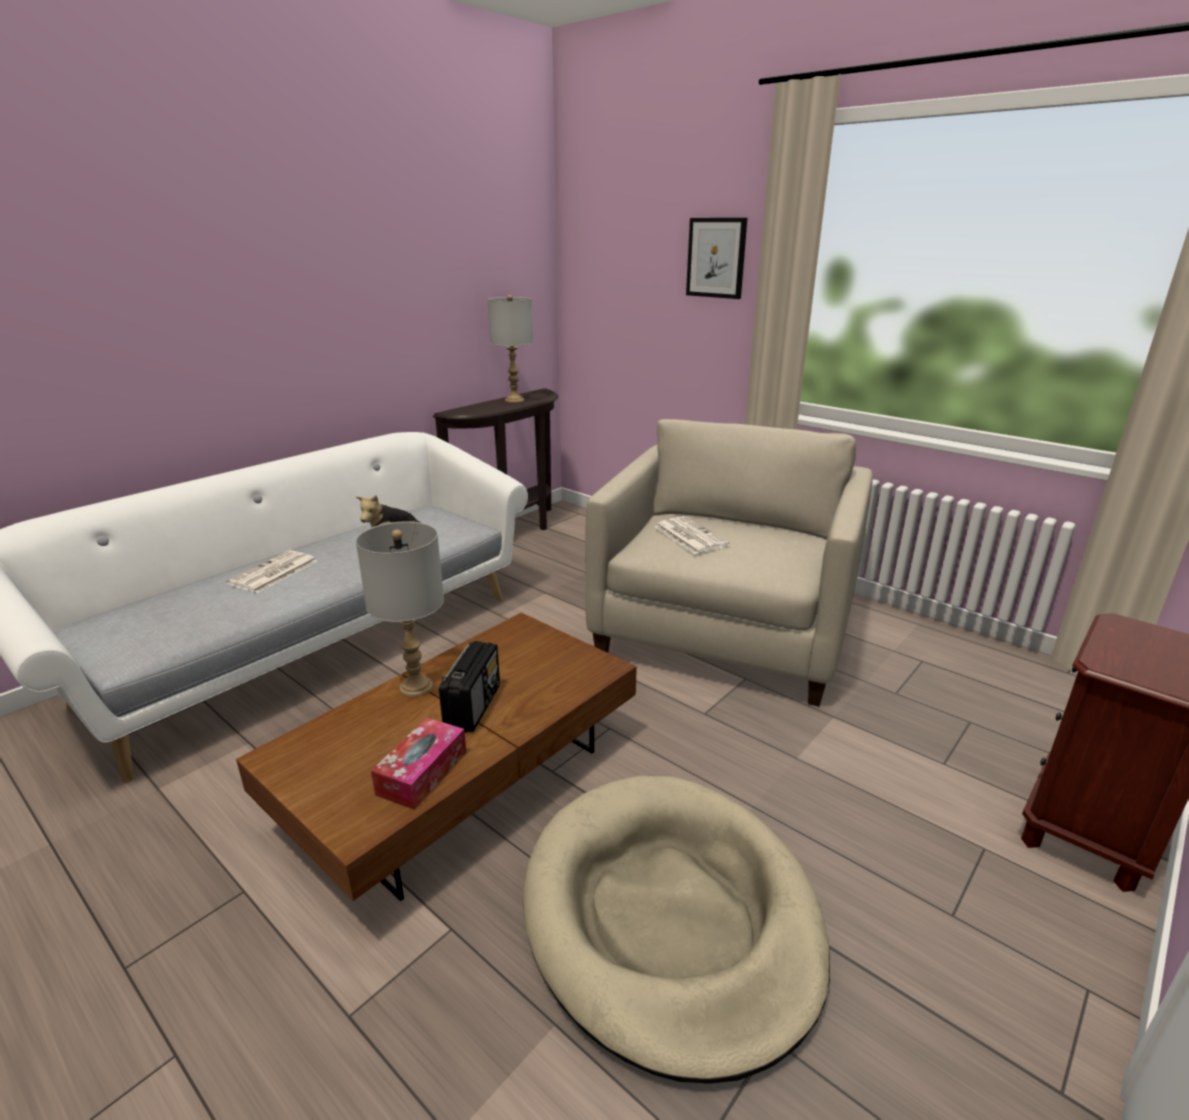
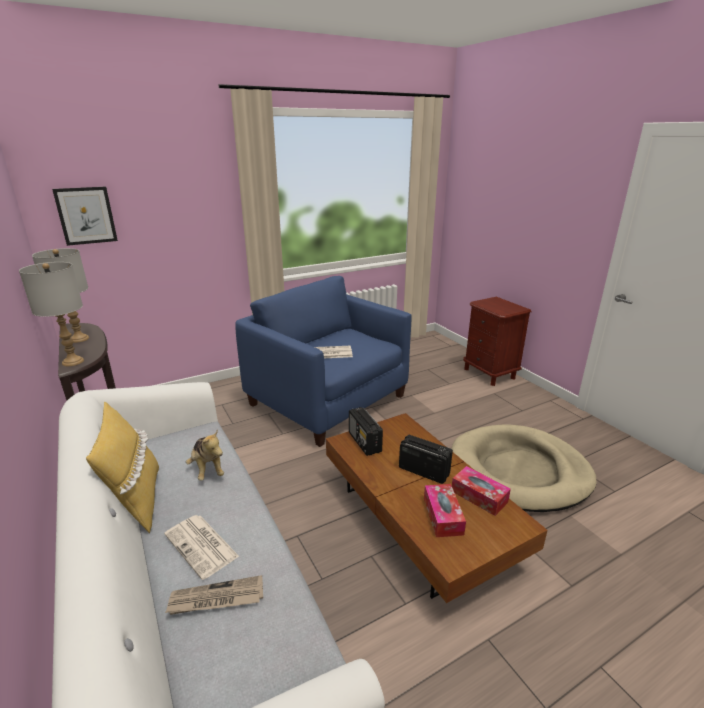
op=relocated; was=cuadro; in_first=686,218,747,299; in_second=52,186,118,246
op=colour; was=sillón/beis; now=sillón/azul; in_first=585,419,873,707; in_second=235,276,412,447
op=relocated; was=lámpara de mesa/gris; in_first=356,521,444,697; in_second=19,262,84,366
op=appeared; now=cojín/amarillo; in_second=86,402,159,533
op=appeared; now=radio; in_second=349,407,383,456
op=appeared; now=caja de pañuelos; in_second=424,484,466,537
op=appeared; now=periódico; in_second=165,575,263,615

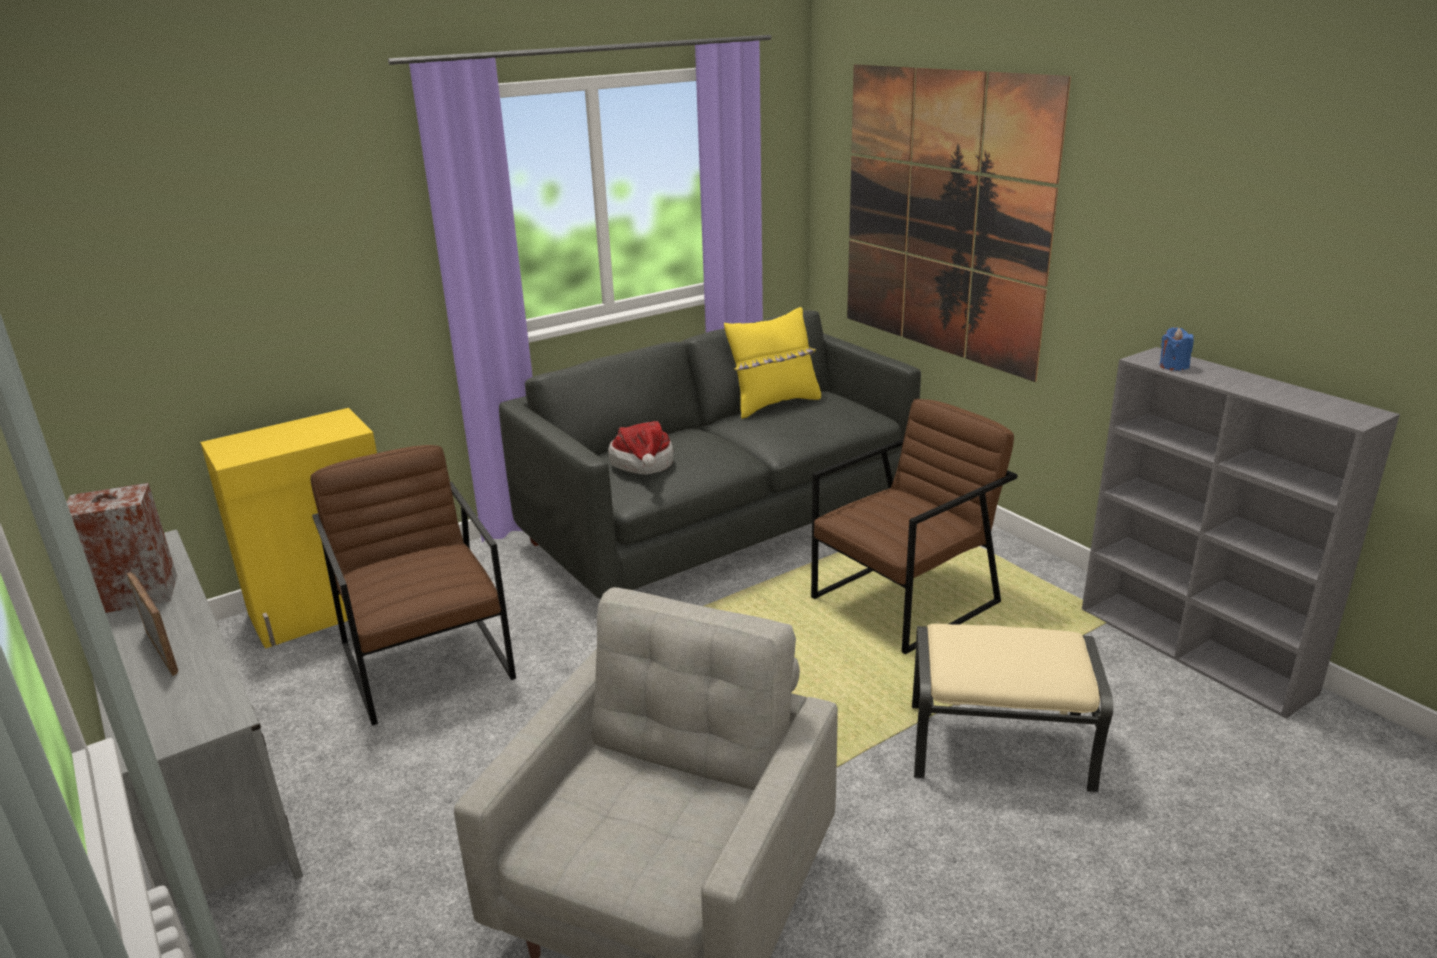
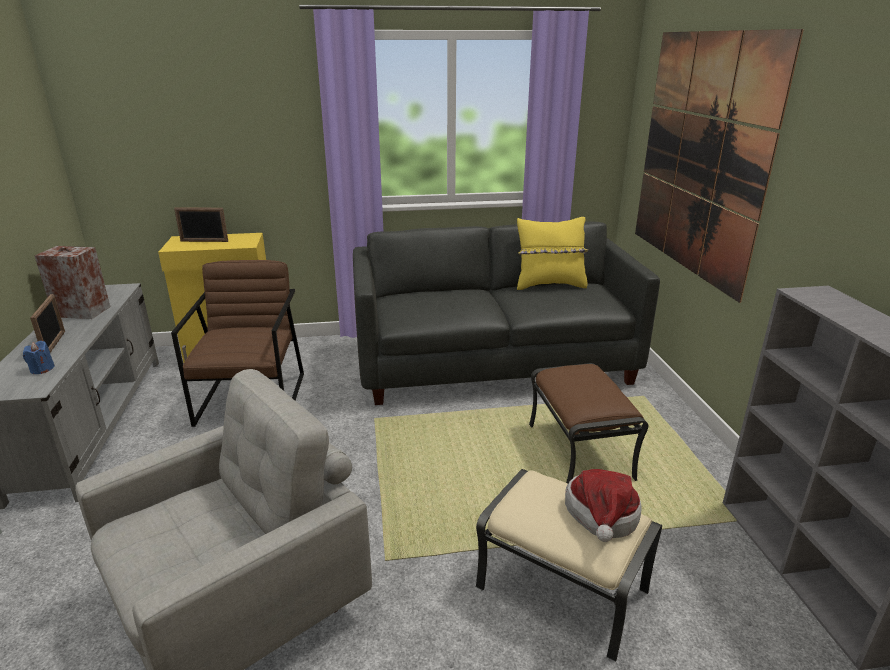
op=relocated; was=vela/azul; in_first=1159,327,1194,371; in_second=23,341,55,374
op=exchanged; was=sillón/marrón; now=puf/marrón; in_first=811,399,1018,654; in_second=529,363,648,483
op=relocated; was=sombrero; in_first=608,421,673,475; in_second=565,469,641,542
op=appeared; now=portarretratos; in_second=174,207,228,242

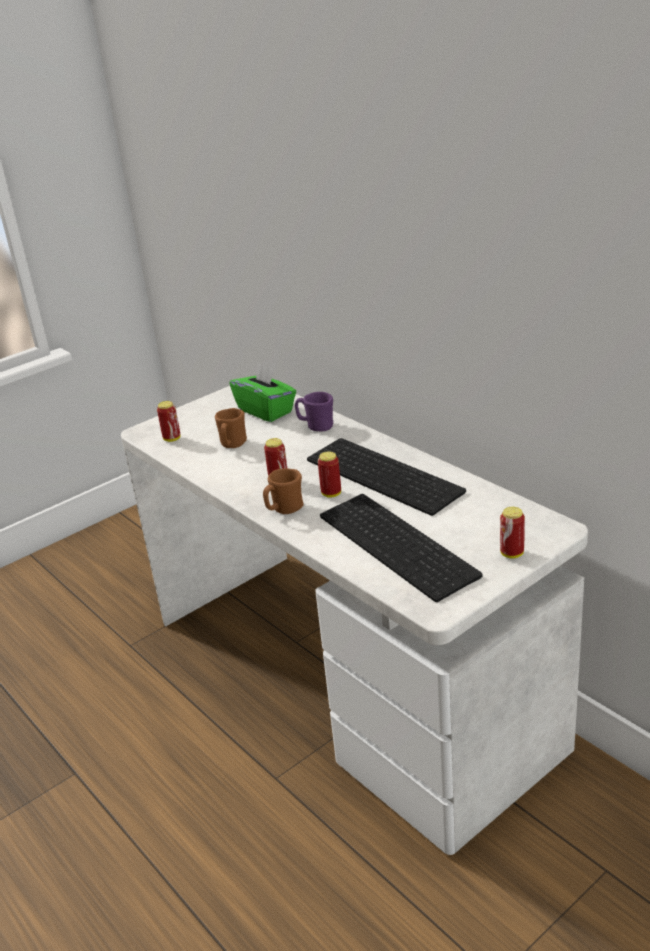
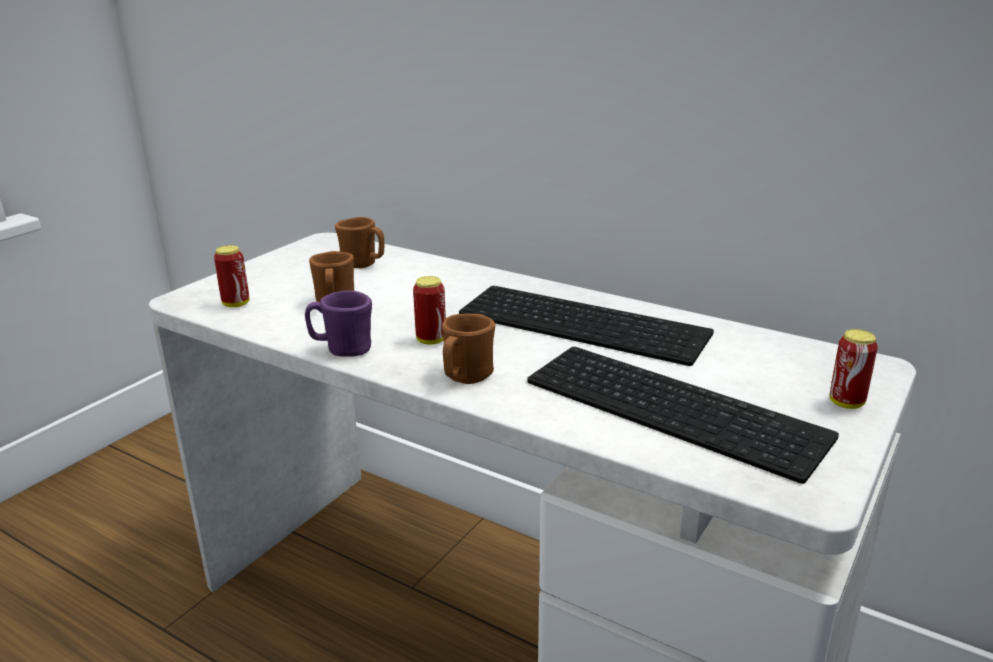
op=exchanged; was=caja de pañuelos/verde; now=taza grande/marrón; in_first=230,363,296,422; in_second=335,217,384,269
op=relocated; was=taza grande/morado; in_first=295,392,333,431; in_second=305,290,372,357
op=missing; was=lata; in_first=318,451,341,498

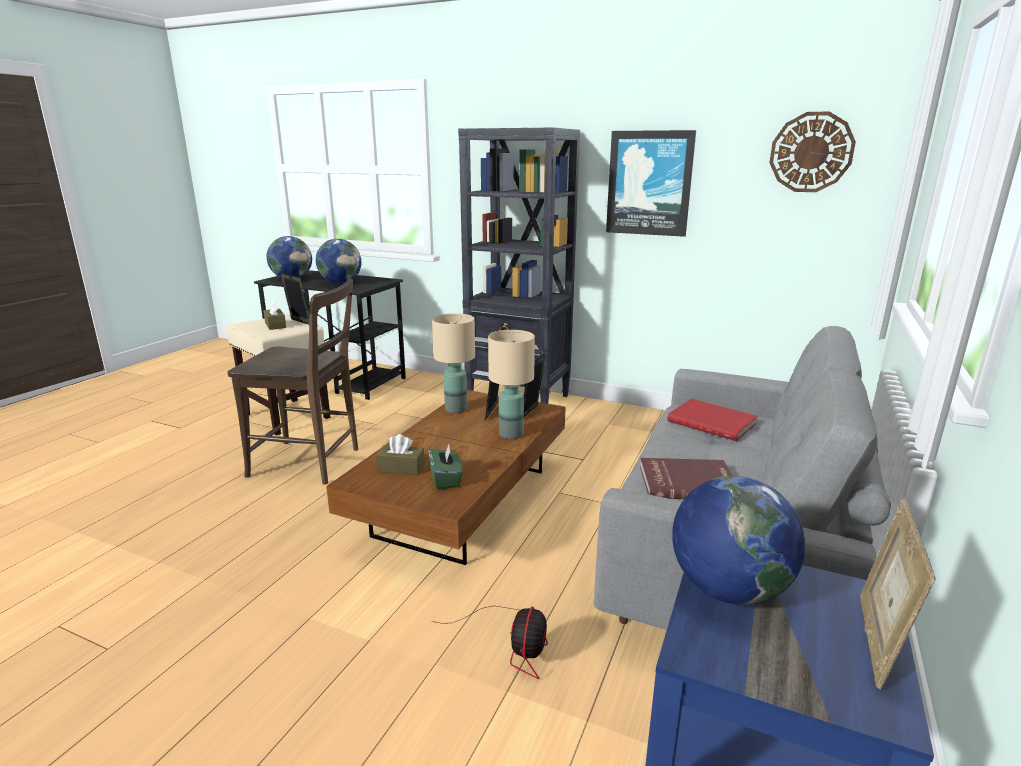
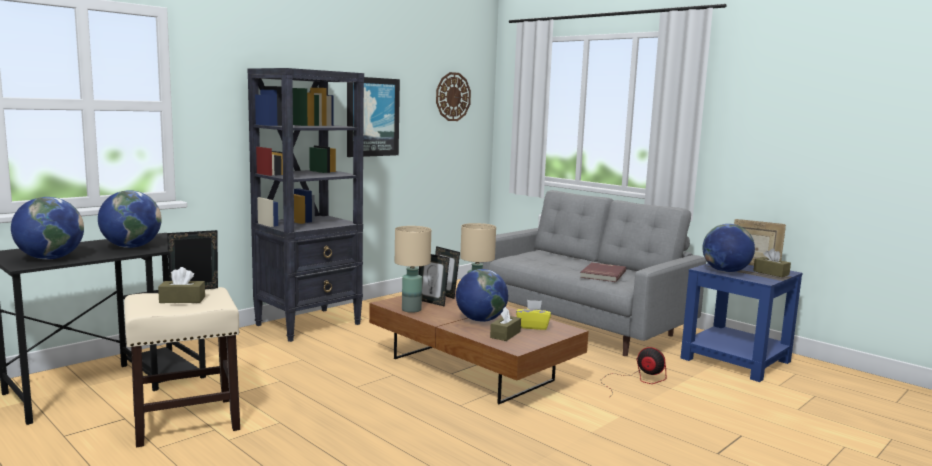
op=missing; was=silla/marrón; in_first=228,279,358,485
op=missing; was=libro/rojo; in_first=667,399,758,441
op=colour; was=caja de pañuelos/verde; now=caja de pañuelos/amarillo; in_first=429,444,463,489; in_second=516,300,551,330
op=appeared; now=caja de pañuelos/marrón; in_second=753,248,791,277
op=appeared; now=globo terráqueo; in_second=456,269,508,322

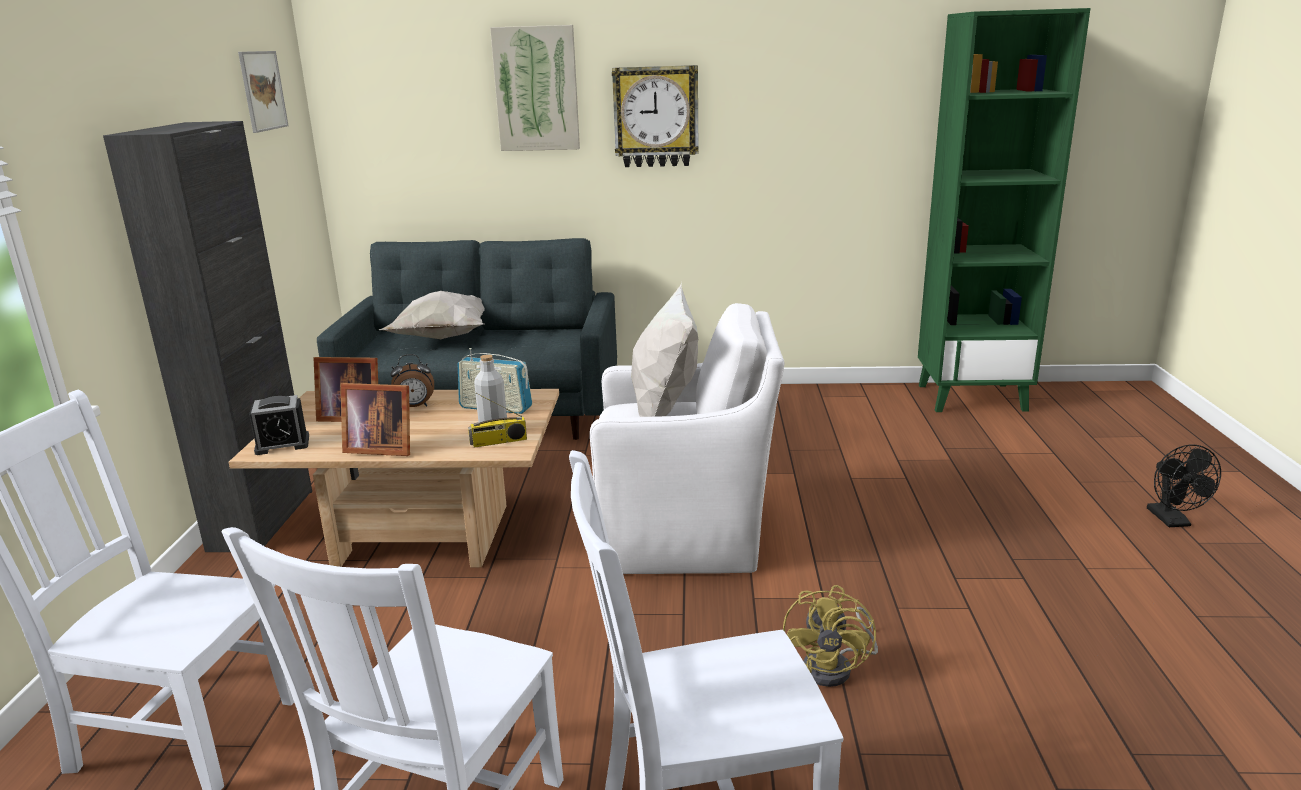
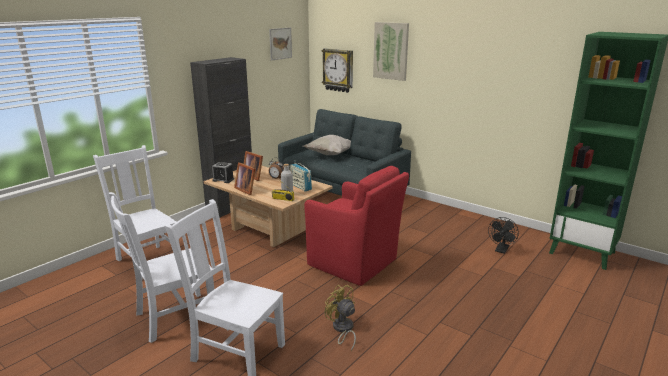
op=relocated; was=reloj de pared; in_first=612,65,699,167; in_second=322,48,353,93
op=missing; was=cojín/blanco; in_first=631,282,699,417
op=colour; was=sillón/blanco; now=sillón/rojo; in_first=590,303,784,574; in_second=304,166,409,286
op=relocated; was=ventilador/negro; in_first=1147,444,1221,527; in_second=488,217,519,254
op=spun; was=ventilador/amarillo; in_first=783,585,878,687; in_second=325,285,356,351; clockwise=90

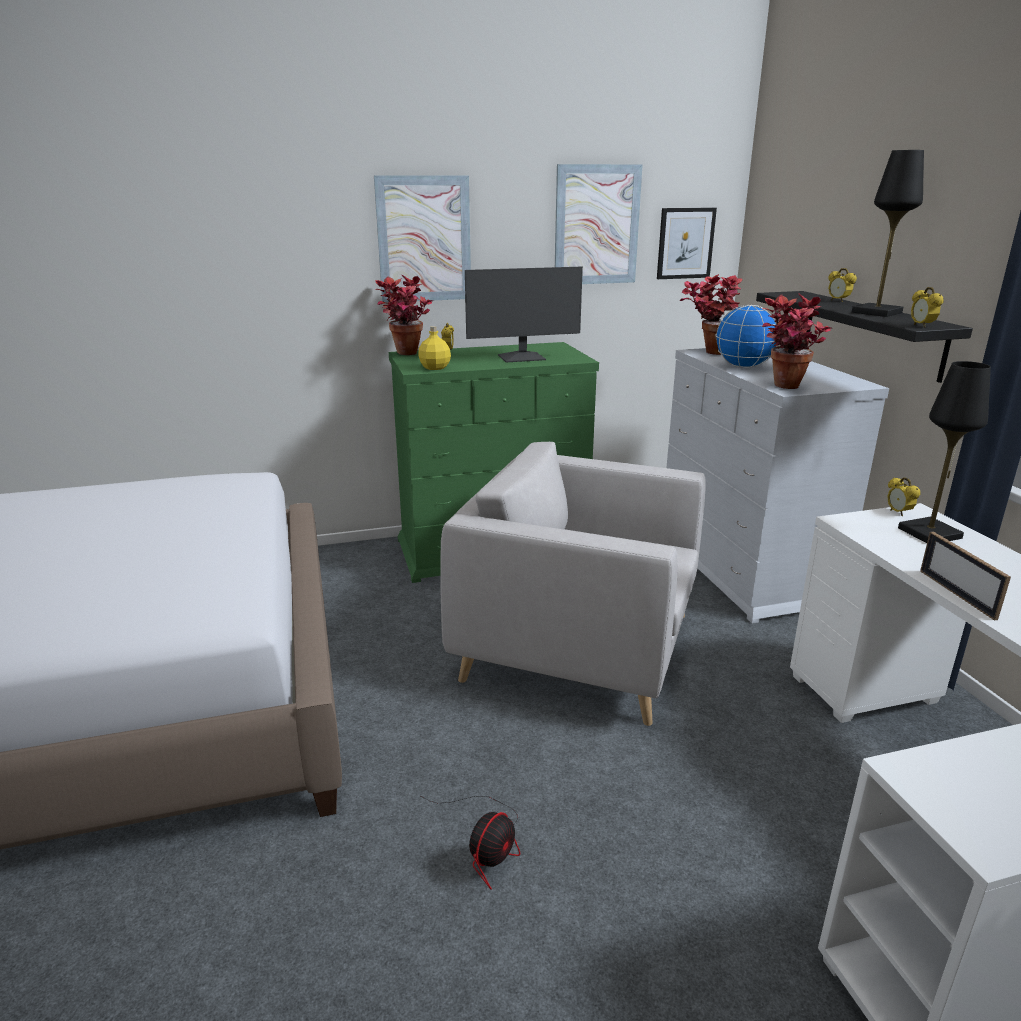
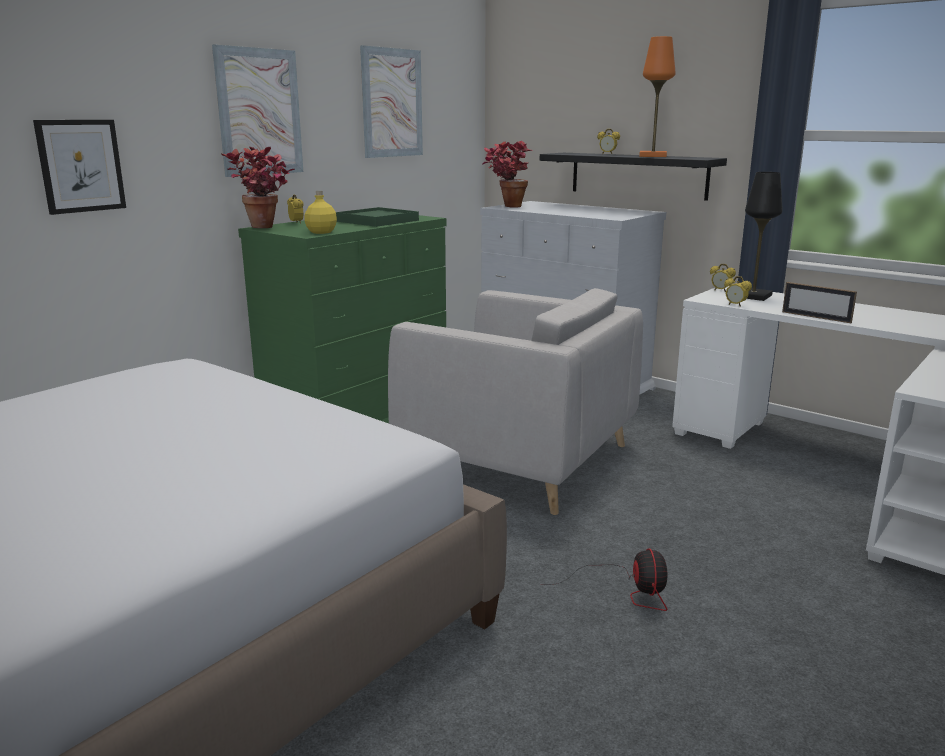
op=colour; was=lámpara de mesa/negro; now=lámpara de mesa/naranja; in_first=852,150,924,317; in_second=639,36,676,157
op=relocated; was=cuadro; in_first=657,208,717,279; in_second=33,120,126,215
op=exchanged; was=monitor; now=bandeja/verde; in_first=465,267,583,362; in_second=336,207,419,227
op=relocated; was=despertador; in_first=911,287,944,328; in_second=724,276,752,307
op=missing; was=planta en maceta; in_first=762,294,832,389
op=missing; was=globo terráqueo; in_first=715,305,777,368
op=spun; was=sillón/gris; in_first=440,442,705,726; in_second=388,288,643,515; clockwise=-135

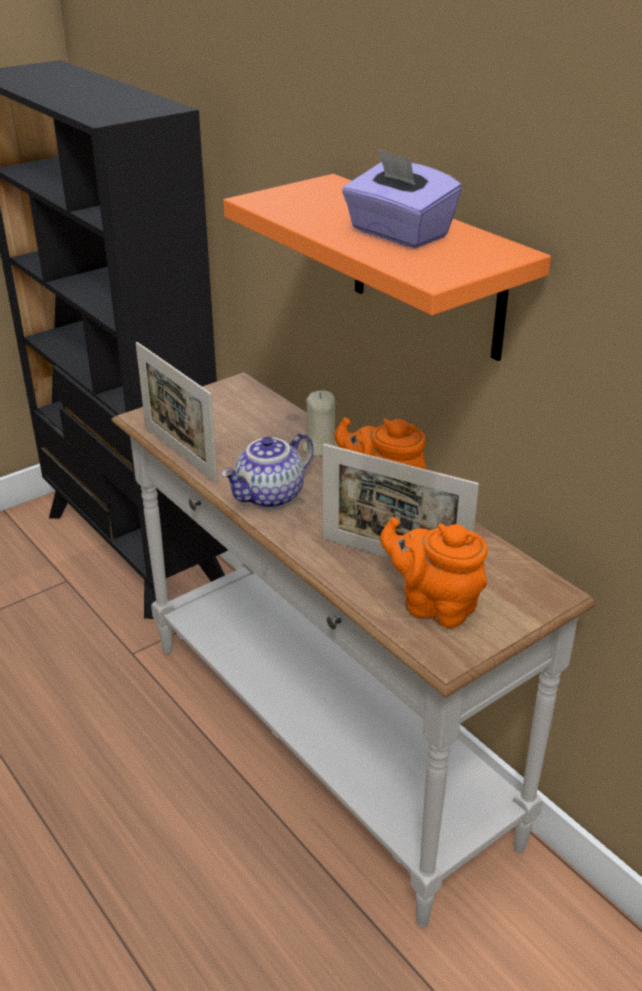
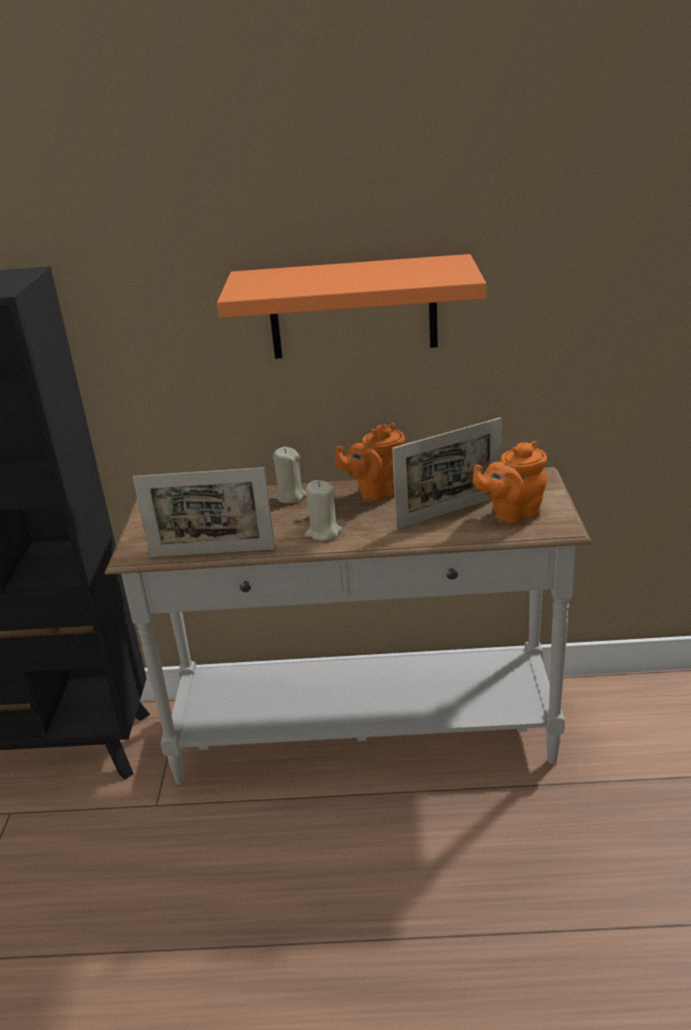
op=missing; was=caja de pañuelos/morado; in_first=342,149,462,248
op=exchanged; was=tetera; now=vela/beis; in_first=221,433,314,509; in_second=305,480,341,541

